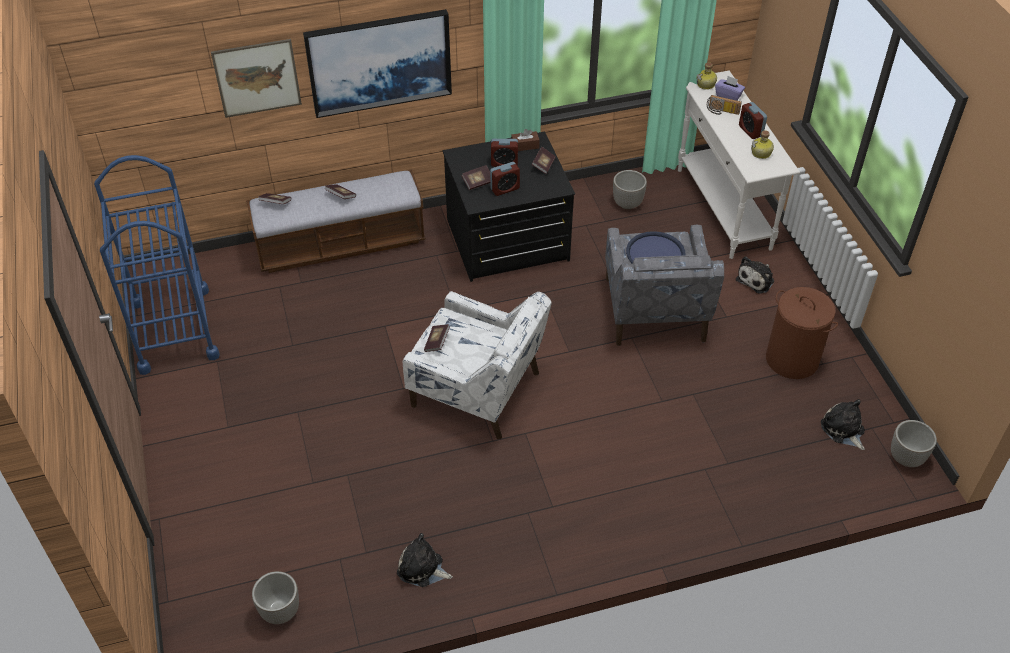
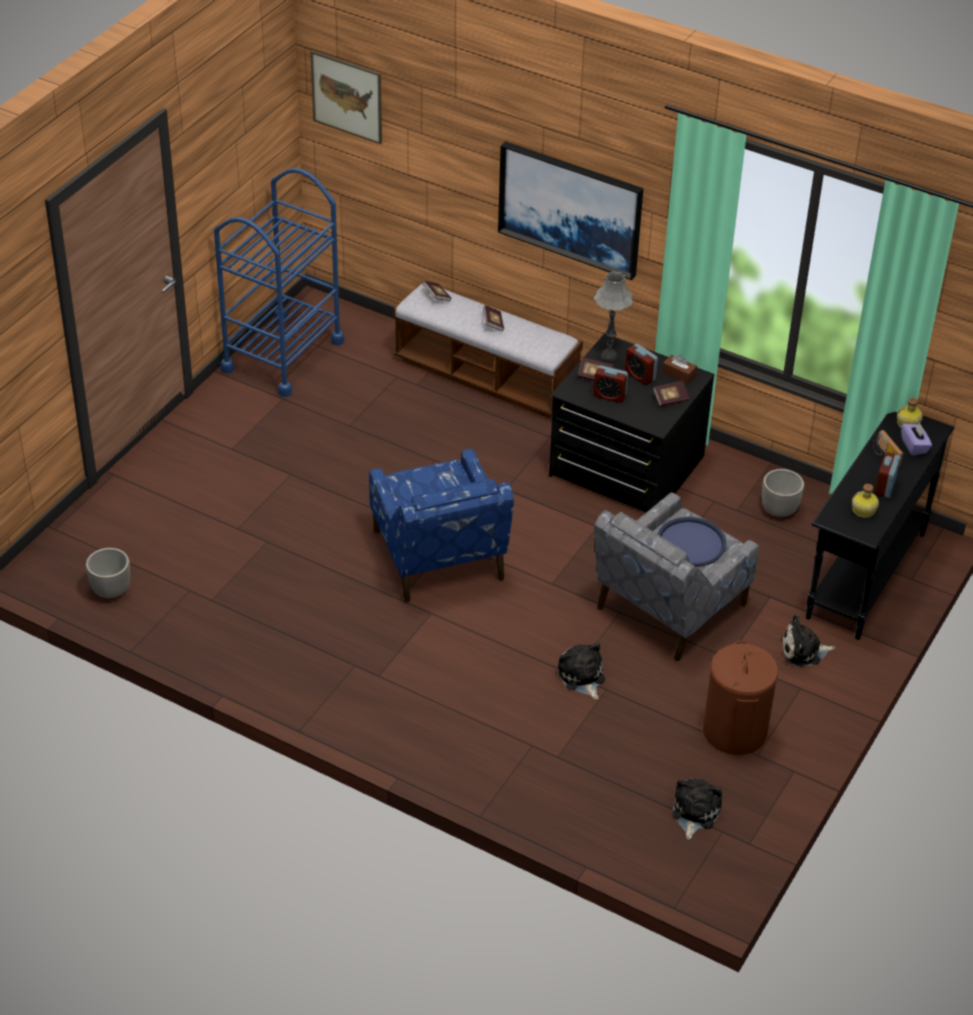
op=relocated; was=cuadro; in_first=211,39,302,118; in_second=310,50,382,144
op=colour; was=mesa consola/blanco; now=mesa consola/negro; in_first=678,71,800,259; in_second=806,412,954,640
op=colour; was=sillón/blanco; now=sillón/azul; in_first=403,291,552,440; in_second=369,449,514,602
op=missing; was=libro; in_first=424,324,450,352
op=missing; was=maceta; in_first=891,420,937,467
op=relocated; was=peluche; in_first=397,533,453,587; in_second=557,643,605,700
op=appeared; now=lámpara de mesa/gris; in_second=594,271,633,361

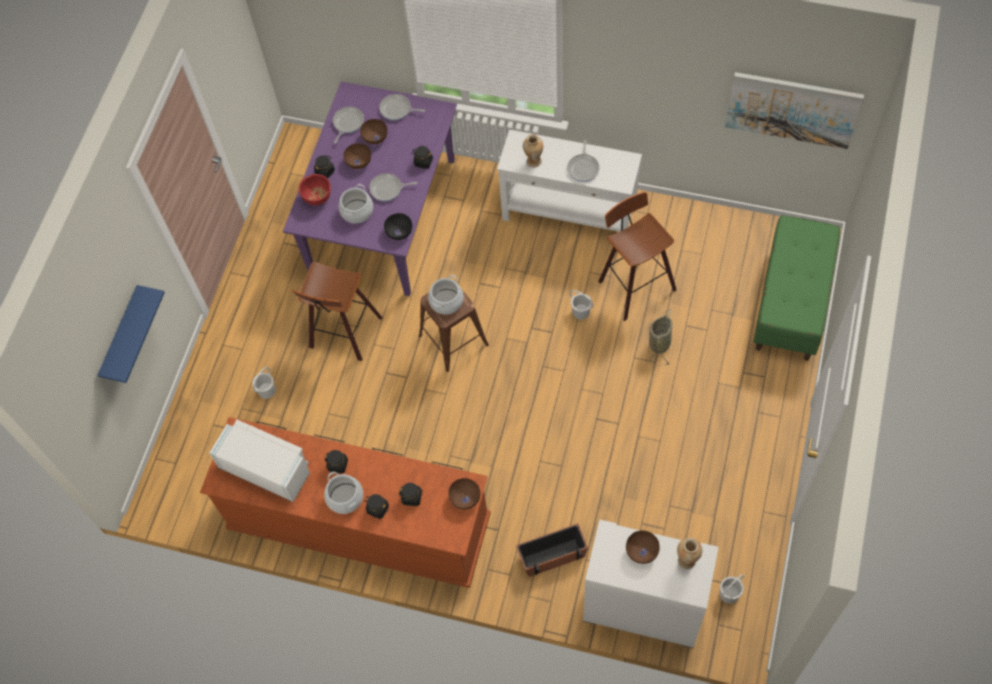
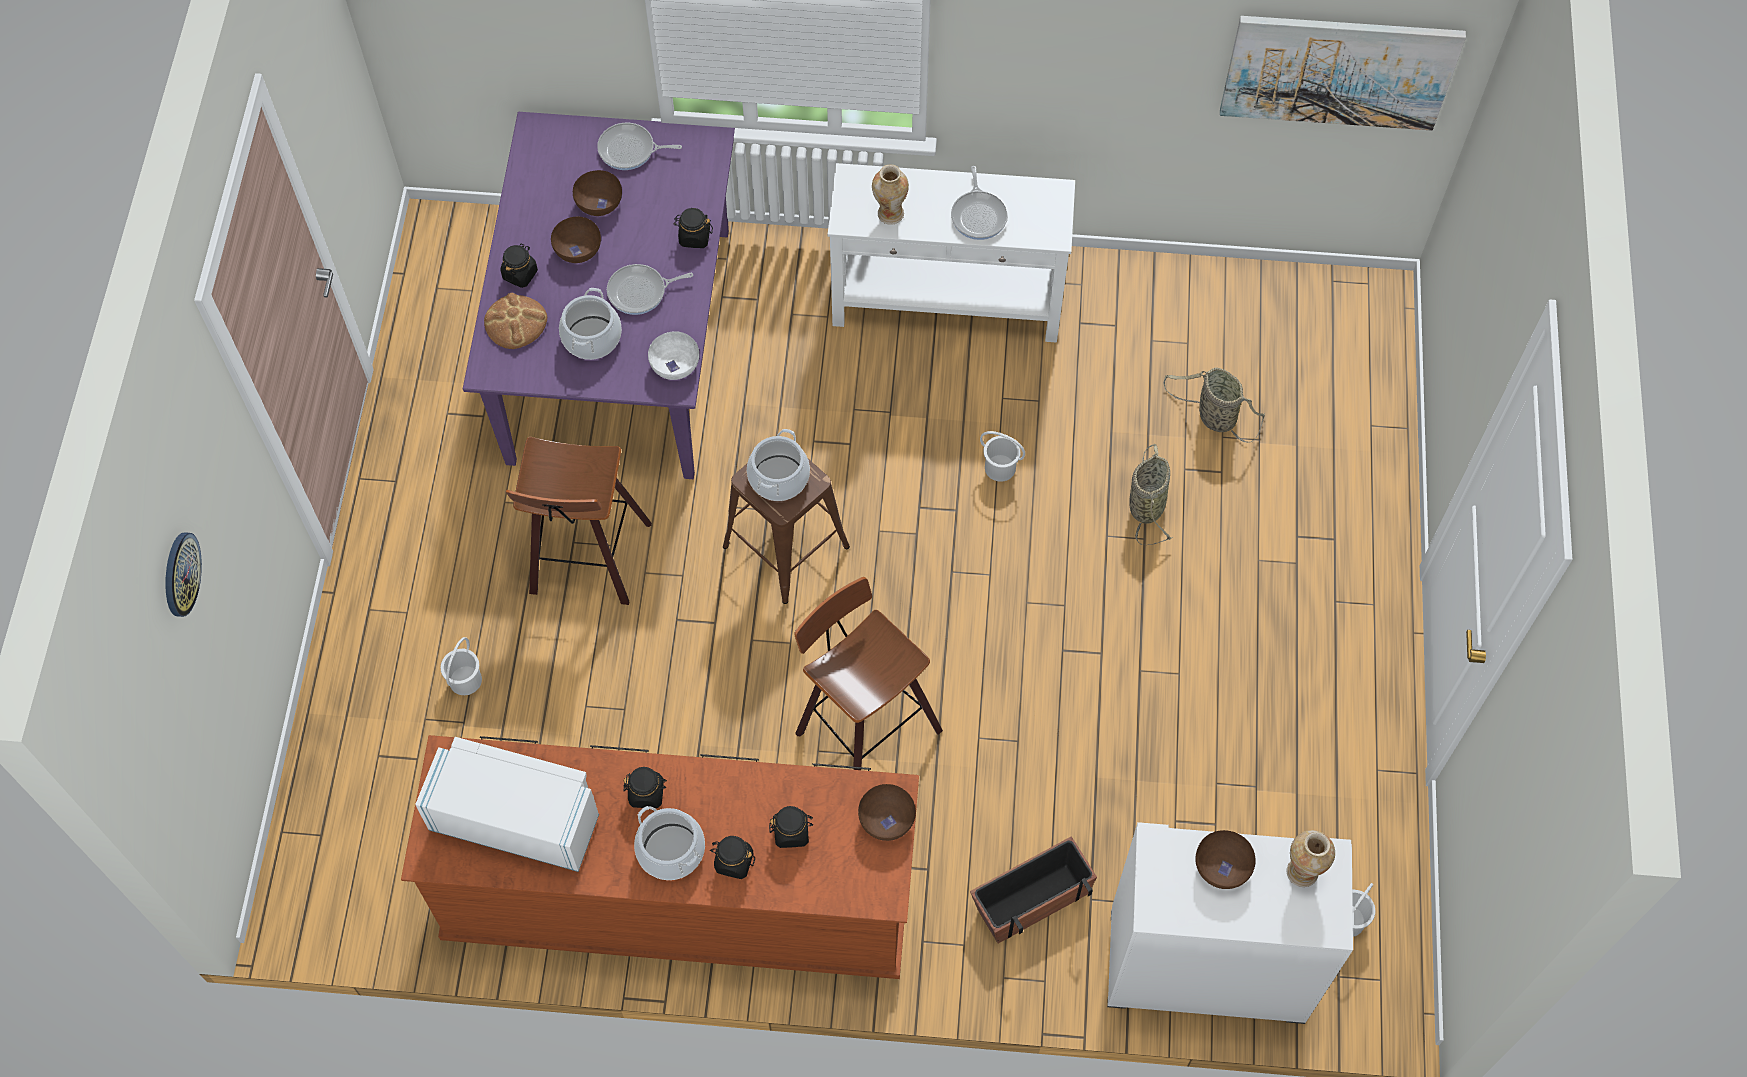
op=missing; was=sartén; in_first=333,106,364,143
op=exchanged; was=cuenco/rojo; now=pan; in_first=299,174,331,206; in_second=484,293,547,349
op=relocated; was=taburete; in_first=598,192,677,321; in_second=794,577,943,770
op=colour; was=cuenco/negro; now=cuenco/blanco; in_first=384,213,412,240; in_second=648,331,699,380
op=missing; was=banco/verde; in_first=753,215,840,361
op=missing; was=estante/azul; in_first=98,285,165,383
op=appeared; now=cesta; in_second=1163,367,1265,443
op=appeared; now=reloj de pared; in_second=165,532,202,617

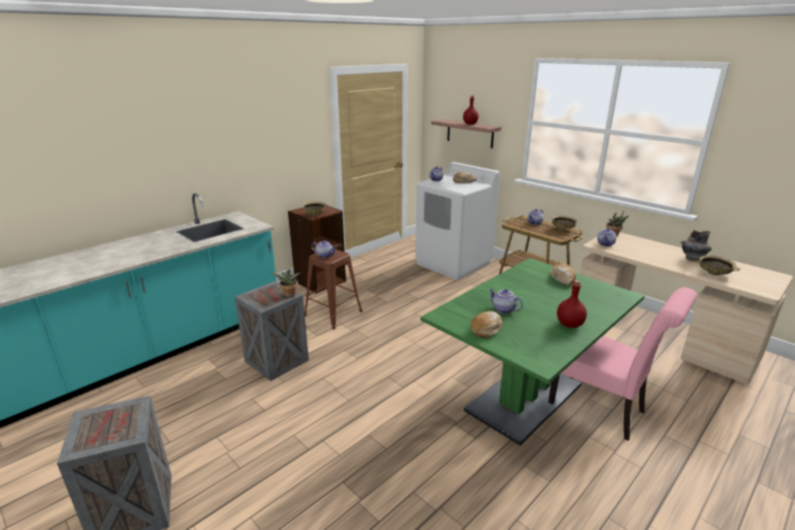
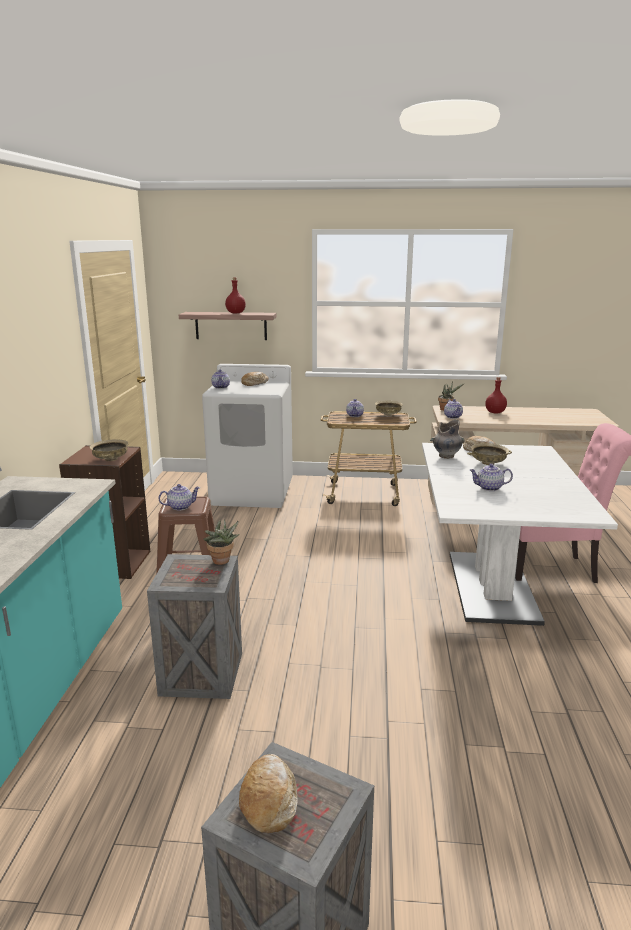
op=relocated; was=florero/gris; in_first=680,230,712,261; in_second=430,420,465,459
op=relocated; was=cuenco/beis; in_first=694,255,740,276; in_second=467,443,512,465
op=colour; was=mesa de comedor/verde; now=mesa de comedor/blanco; in_first=421,258,645,445; in_second=422,443,618,626
op=relocated; was=botella/rojo; in_first=557,280,587,328; in_second=485,377,507,414
op=relocated; was=pan; in_first=471,311,502,338; in_second=239,754,298,833

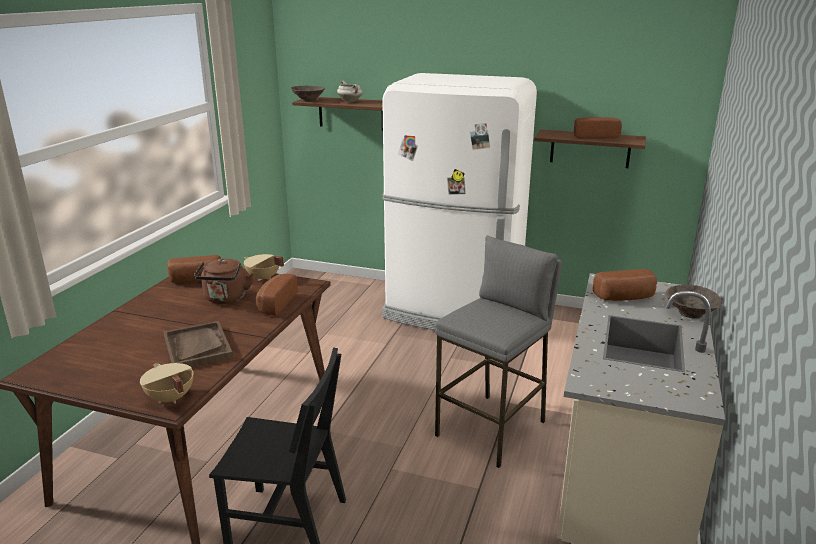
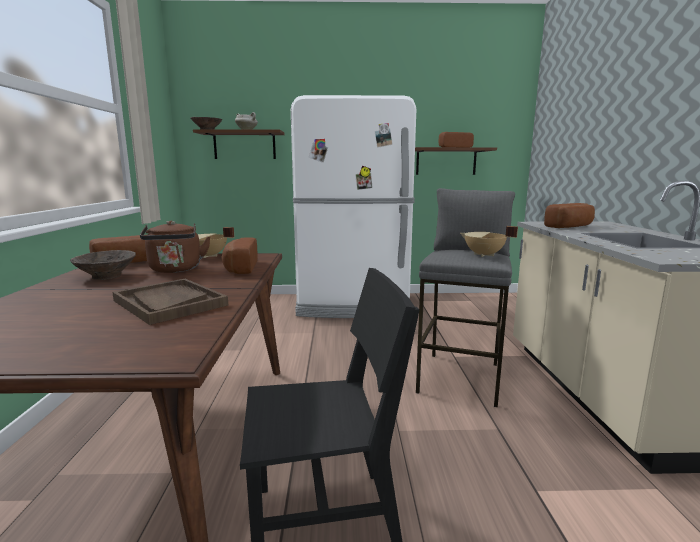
op=relocated; was=cuenco/marrón; in_first=666,285,722,319; in_second=70,250,136,280
op=relocated; was=olla/beis; in_first=140,363,194,404; in_second=460,226,518,257

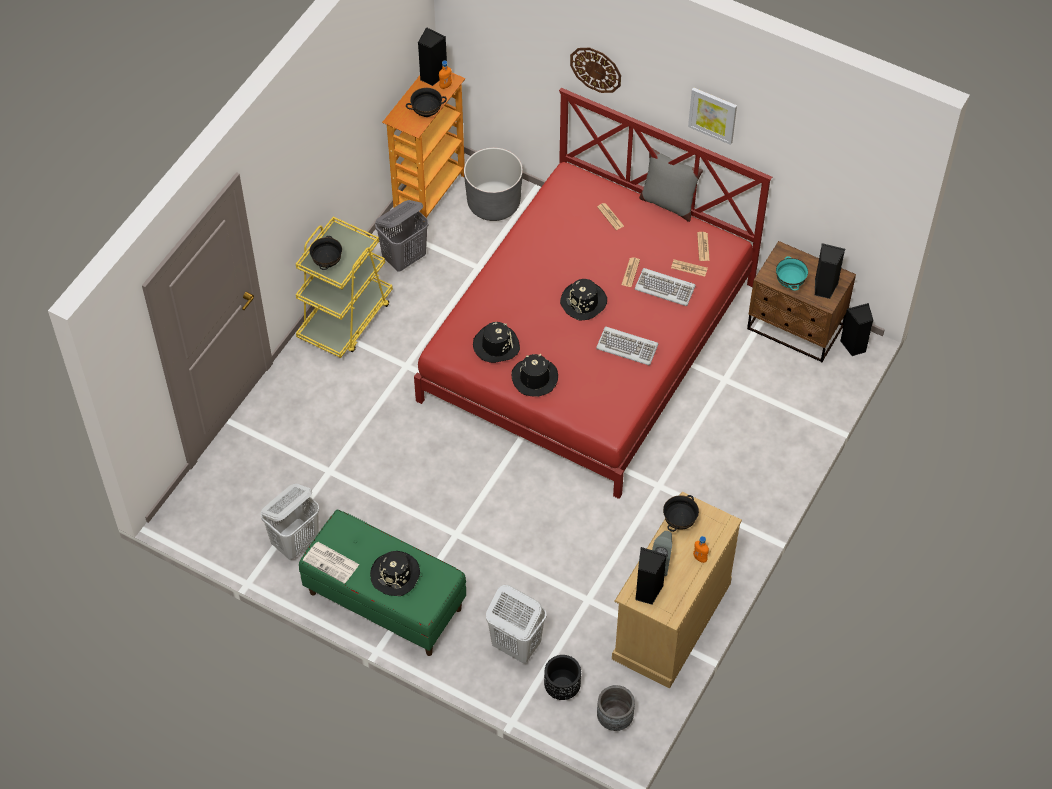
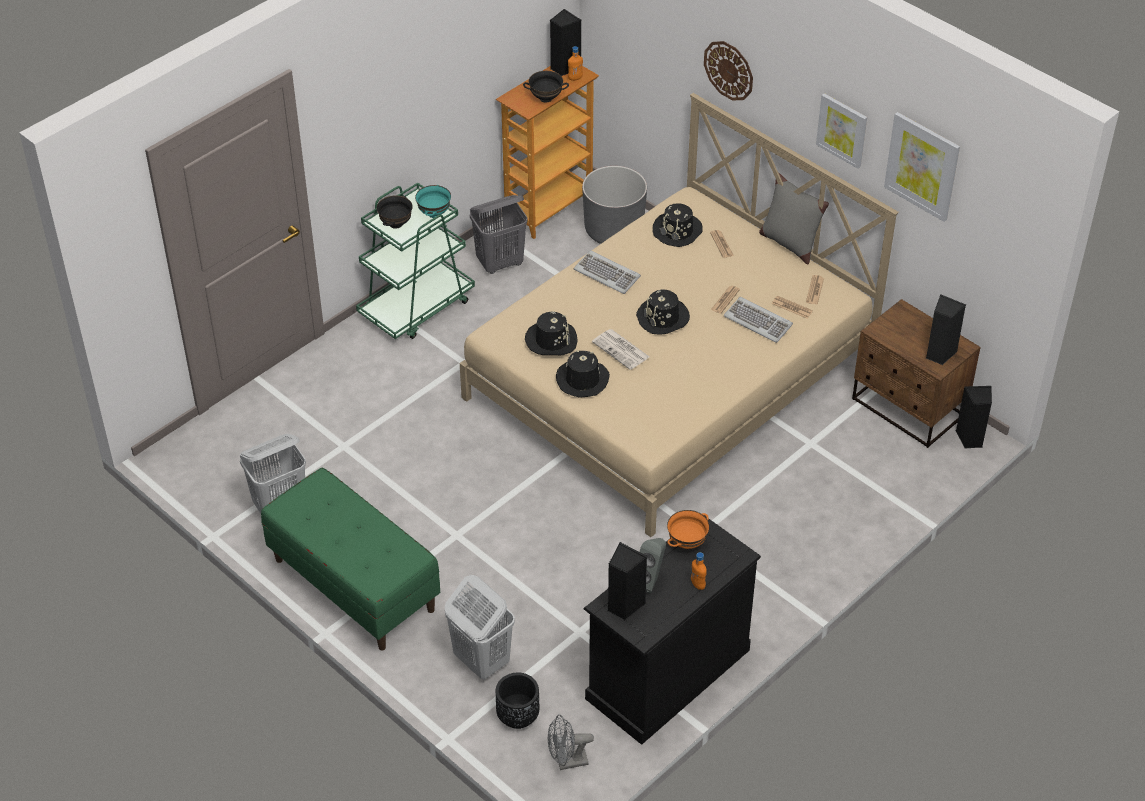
op=colour; was=cama/rojo; now=cama/beis; in_first=414,88,772,499; in_second=460,93,899,537
op=colour; was=carrito/amarillo; now=carrito/verde; in_first=296,217,393,358; in_second=356,183,475,339
op=relocated; was=cuenco/turquesa; in_first=776,256,808,291; in_second=415,185,451,218
op=relocated; was=teclado; in_first=596,326,658,365; in_second=574,250,641,294
op=colour; was=cómoda/beis; now=cómoda/negro; in_first=612,492,742,688; in_second=584,513,761,745
op=colour; was=cuenco/negro; now=cuenco/naranja; in_first=663,495,699,532; in_second=667,510,710,549
op=relocated; was=periódico; in_first=303,542,360,584; in_second=592,329,649,370
op=relocated; was=sombrero/negro; in_first=370,551,420,596; in_second=652,203,703,247
op=exchanged; was=maceta/gris; now=ventilador/gris; in_first=597,685,635,731; in_second=548,715,594,770
op=appeared; now=cuadro; in_second=884,112,960,222

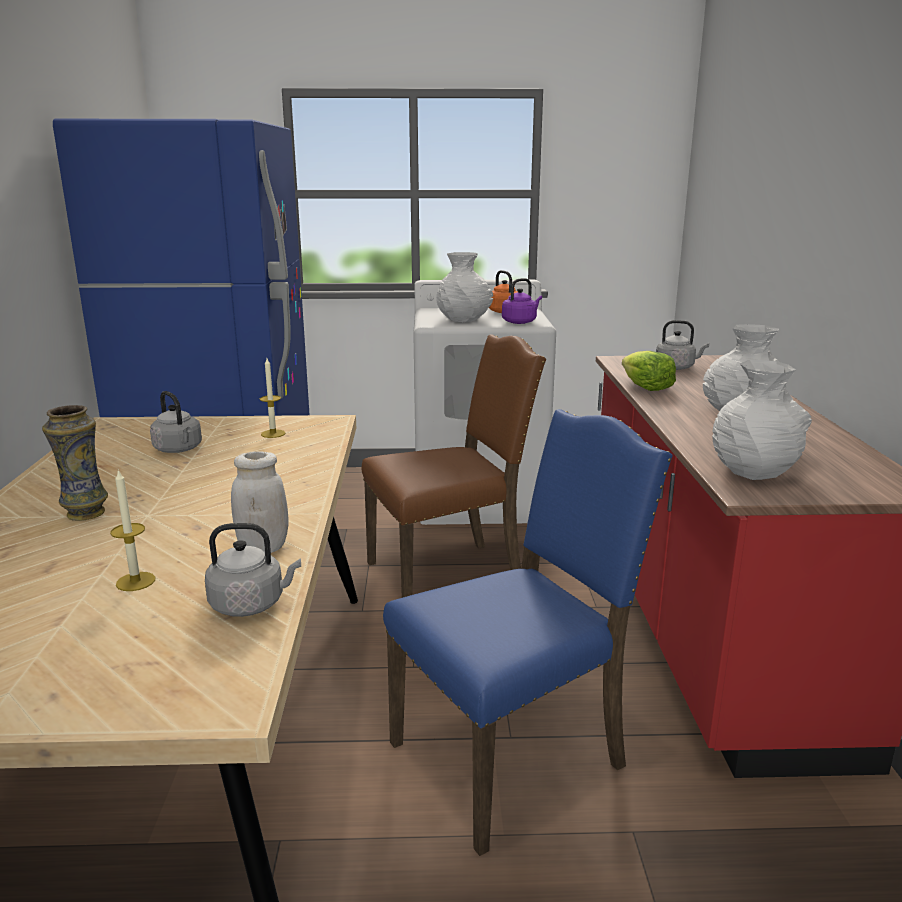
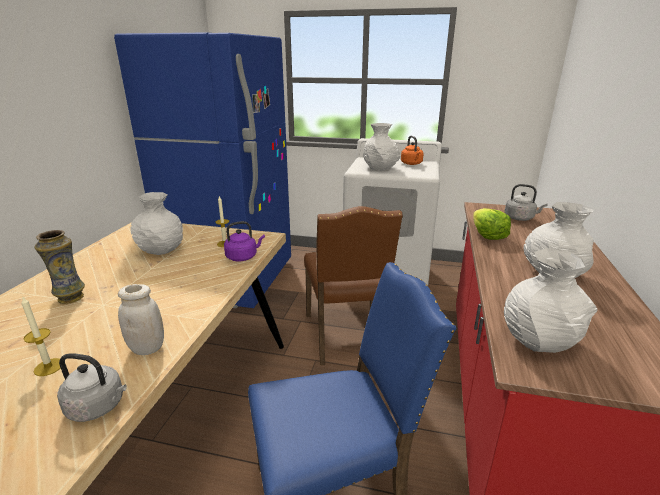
op=relocated; was=hervidor/morado; in_first=502,278,542,324; in_second=224,221,265,261
op=spun; was=silla/marrón; in_first=361,334,546,598; in_second=304,206,403,365; clockwise=90
op=exchanged; was=hervidor/gris; now=florero/blanco; in_first=150,391,202,453; in_second=130,192,183,255

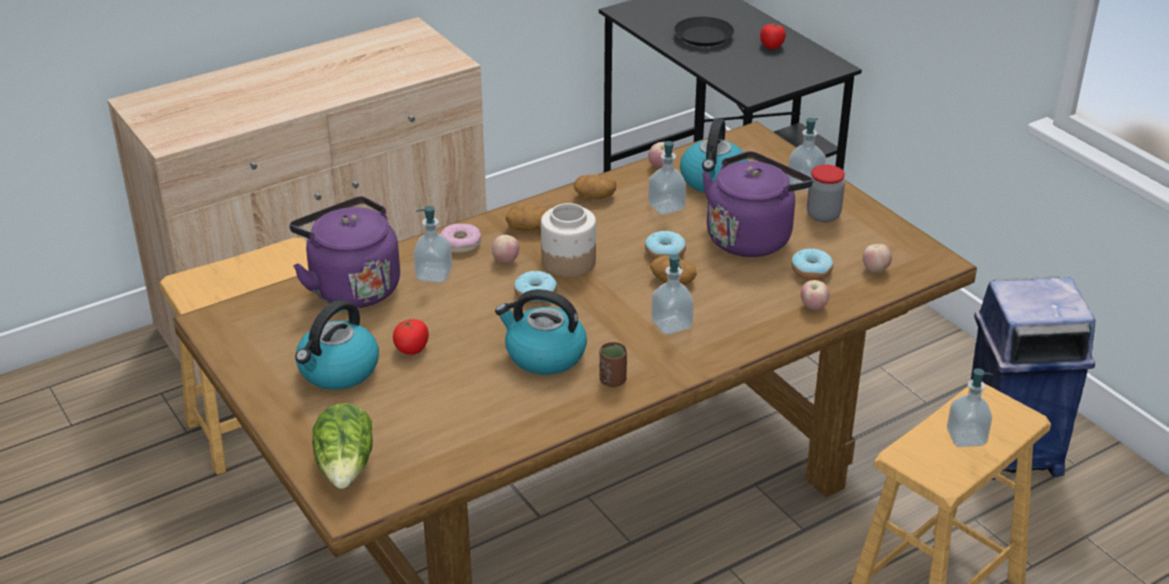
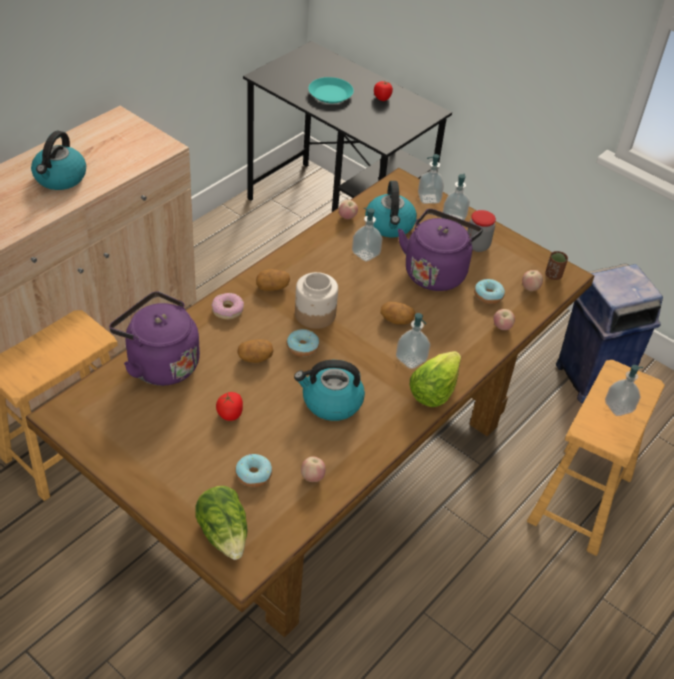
op=colour; was=plato/negro; now=plato/turquesa; in_first=674,17,734,47; in_second=309,77,354,103
op=relocated; was=patata; in_first=574,174,616,199; in_second=237,339,273,363
op=relocated; was=dispensador de jabón; in_first=413,206,452,283; in_second=418,154,444,204
op=relocated; was=rosquilla; in_first=645,230,686,259; in_second=235,454,272,487
op=relocated; was=manzana; in_first=492,235,519,262; in_second=301,456,326,482
op=relocated; was=hervidor; in_first=295,300,379,390; in_second=31,131,86,190
op=relocated; was=taza/marrón; in_first=599,342,627,387; in_second=545,251,568,280
op=appeared; now=lechuga; in_second=410,351,461,407

